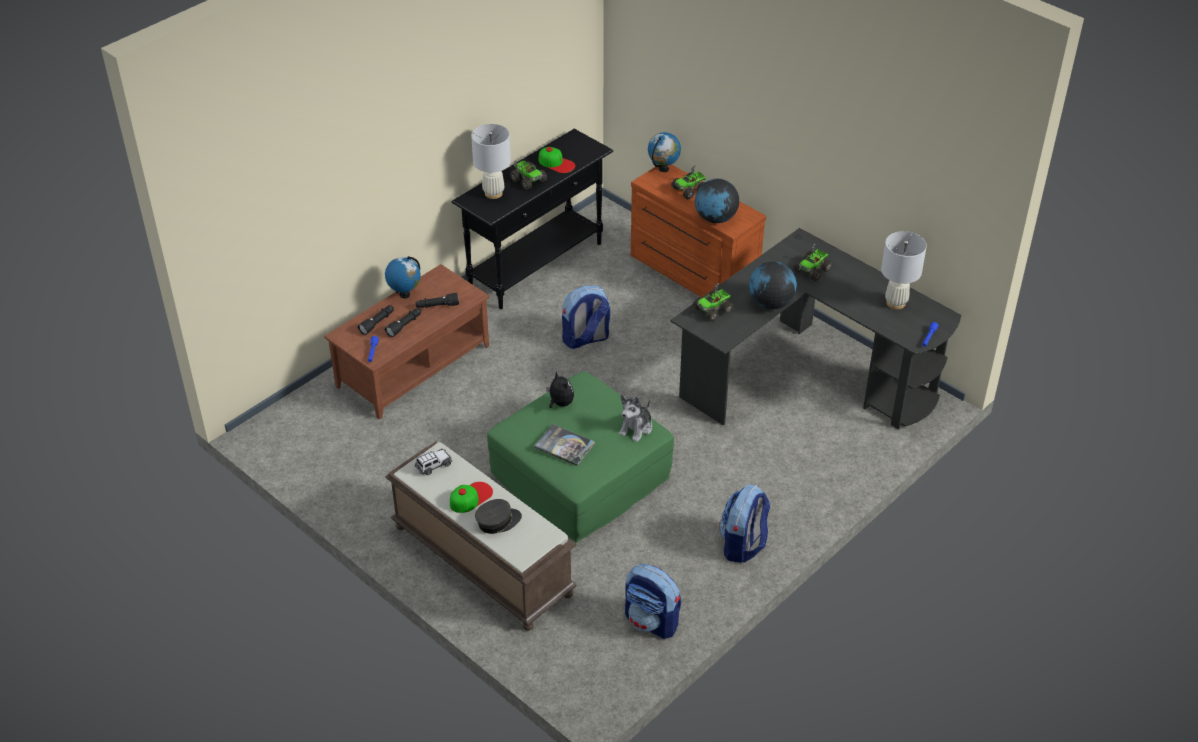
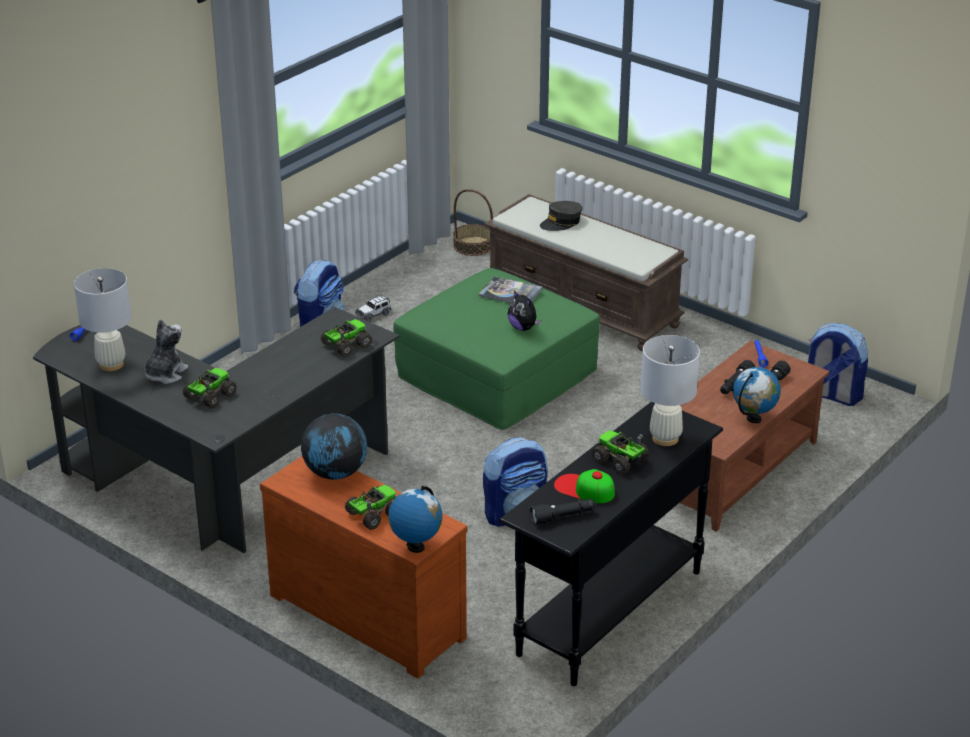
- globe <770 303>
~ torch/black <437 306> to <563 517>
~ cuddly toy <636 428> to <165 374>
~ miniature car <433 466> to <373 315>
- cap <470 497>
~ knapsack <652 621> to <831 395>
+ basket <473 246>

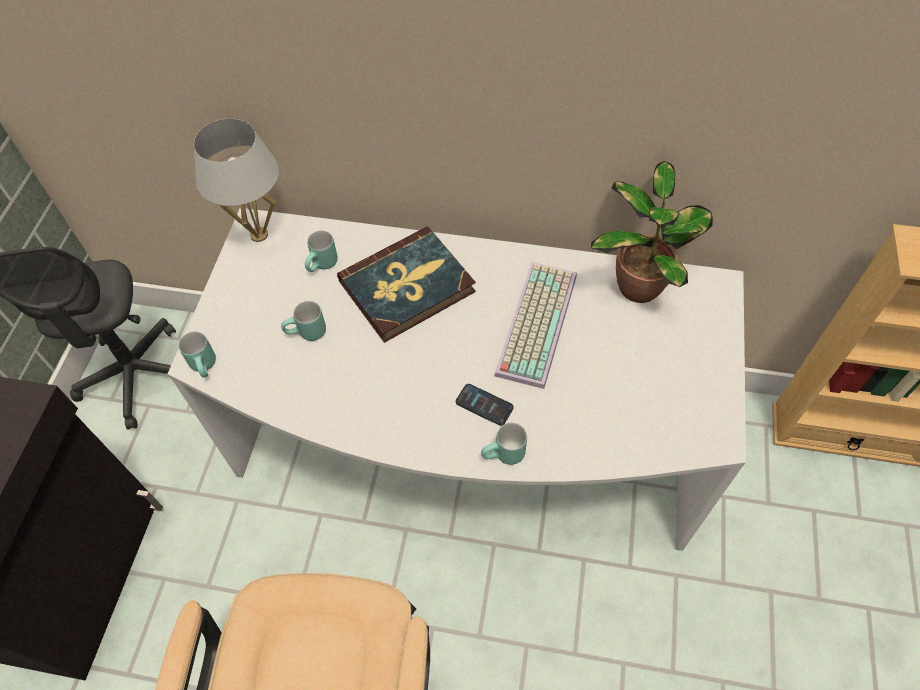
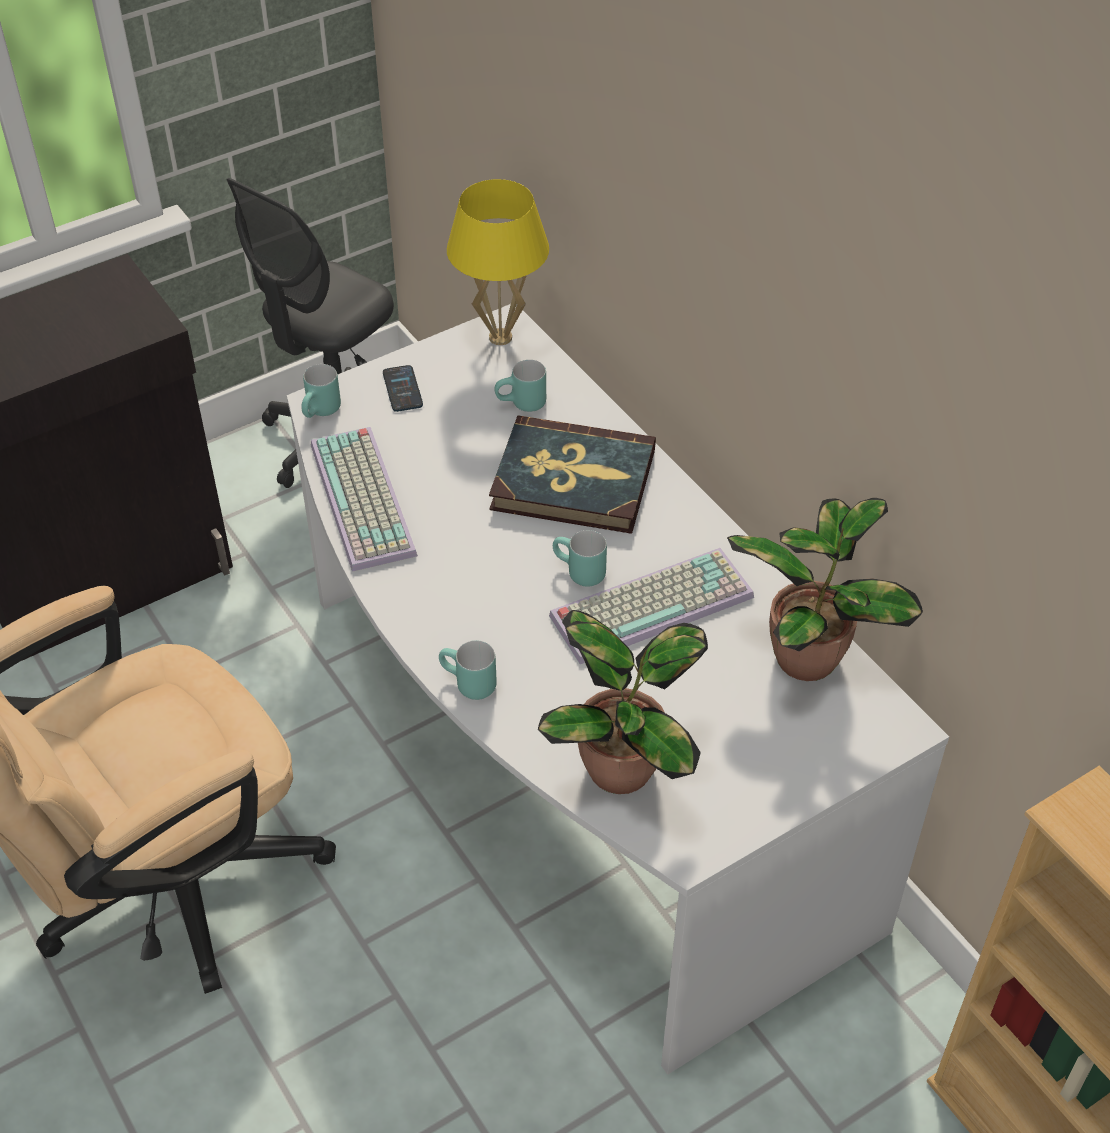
~ tabletop lamp/white <258 235> to tabletop lamp/yellow <500 337>
~ coffee mug/blue-green <307 334> to <578 573>
~ telephone <484 405> to <402 389>
+ computer keyboard <366 500>
+ plant in a pot <625 767>

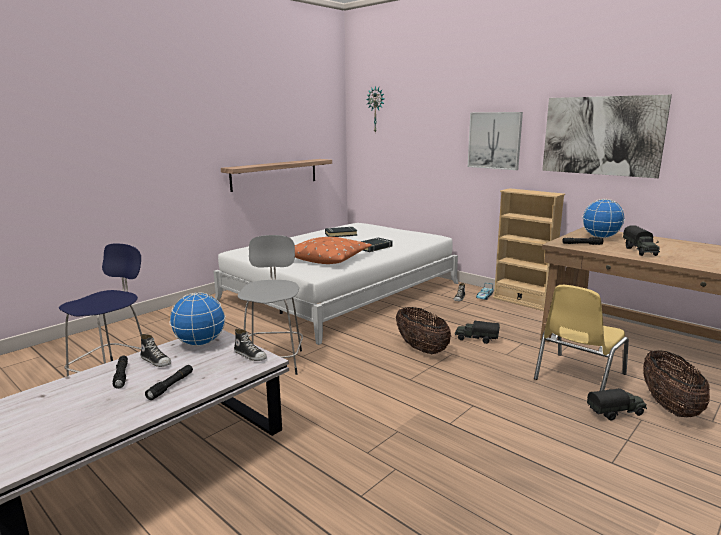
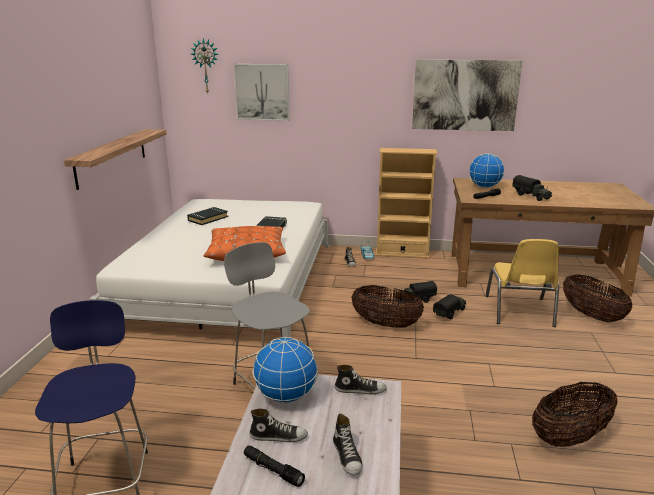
~ picture <494 140> to <262 92>
~ torch/black <171 386> to low shoe <347 456>
~ toy lorry <616 413> to <450 313>
+ basket <569 437>

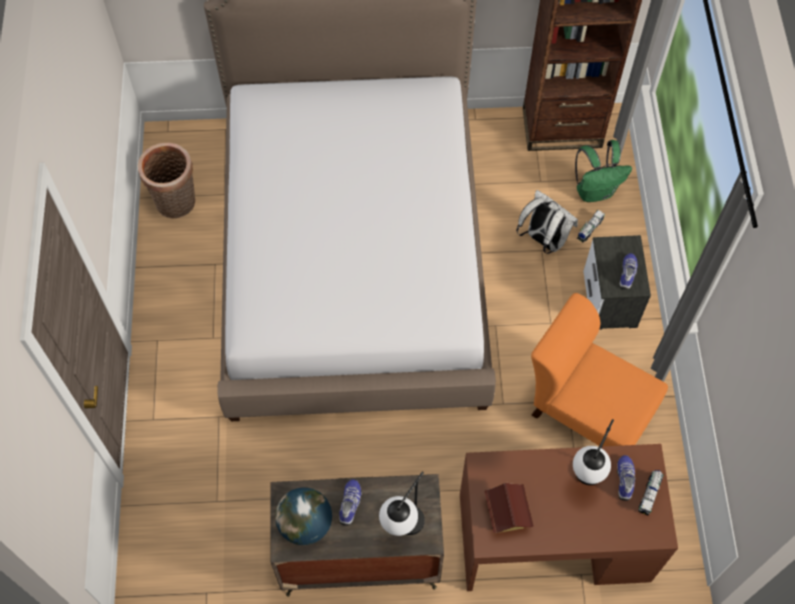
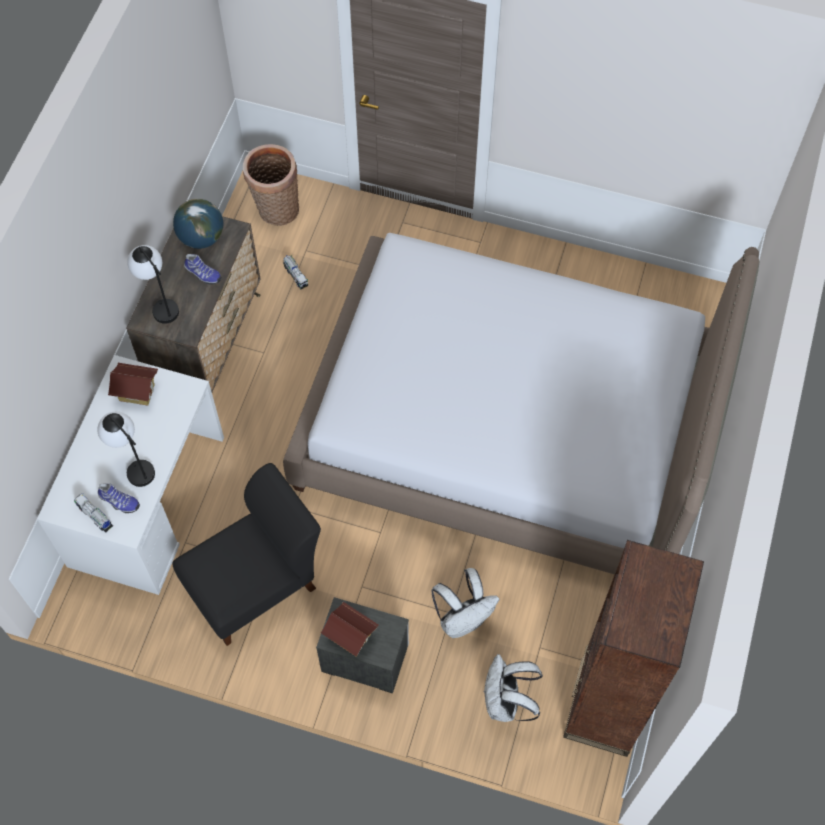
~ knapsack/green <595 191> to knapsack/white <506 703>
~ basket <176 204> to <275 209>
~ toy lorry <589 229> to <295 275>
~ low shoe <628 273> to miniature house <350 636>
~ plain chair/orange-coloured <587 408> to plain chair/black <255 583>
~ desk table/brownish <553 537> to desk table/white <147 500>

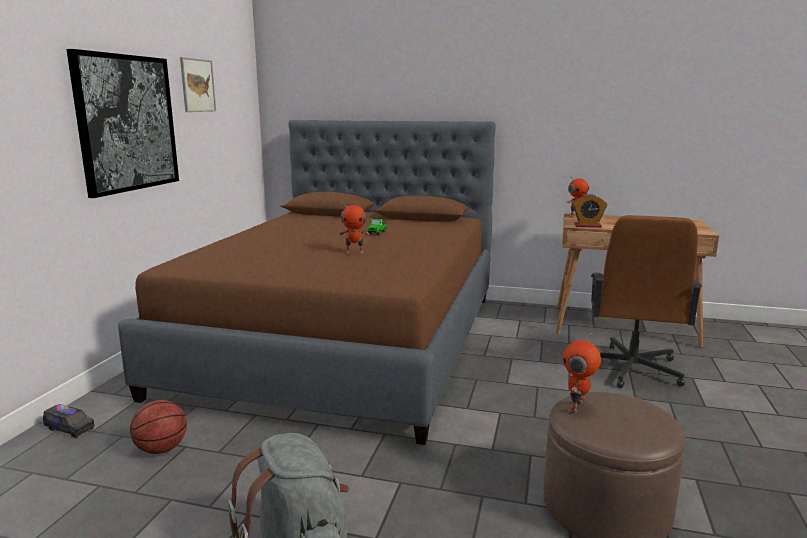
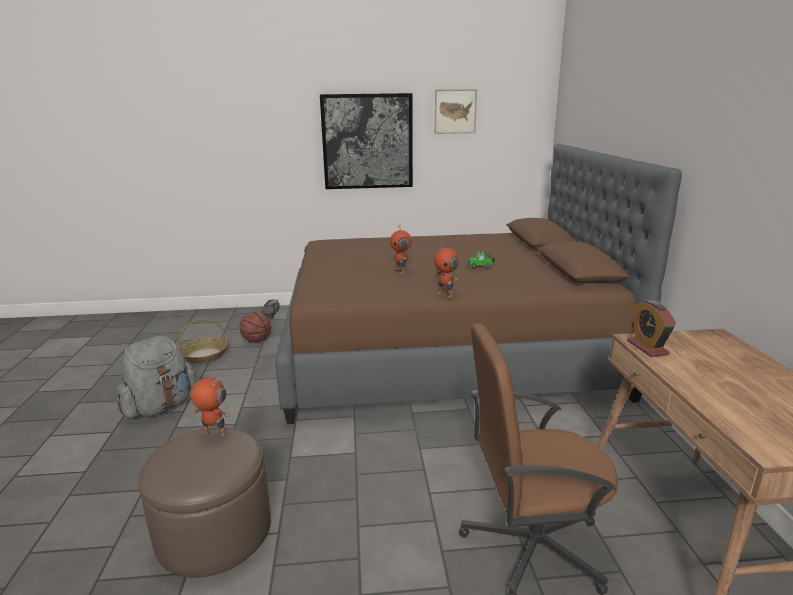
~ toy robot <576 216> to <446 294>
+ basket <204 355>

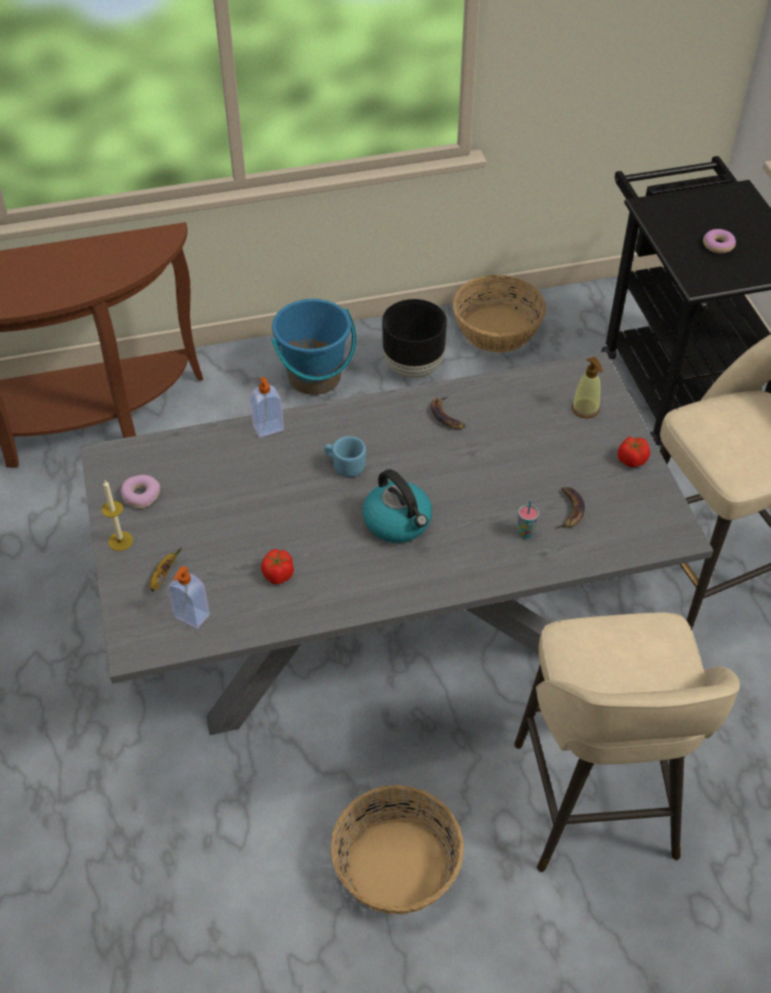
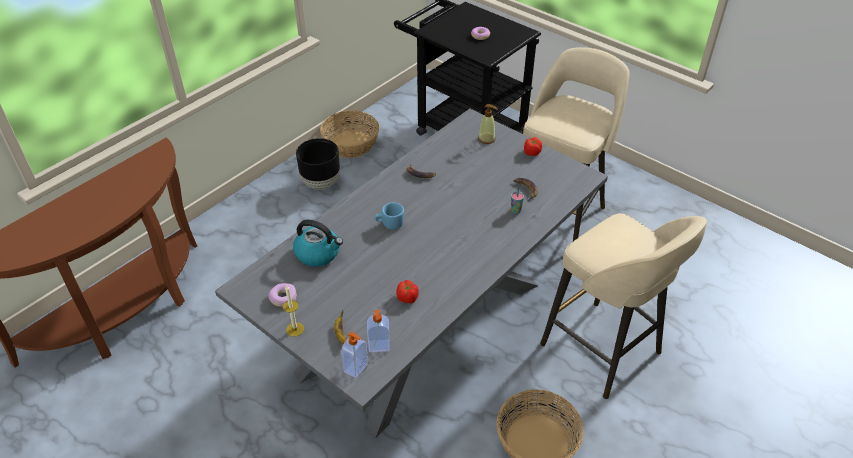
- bucket/blue <315 377>
~ soap bottle <269 429> to <356 368>
~ water kettle <398 522> to <318 253>

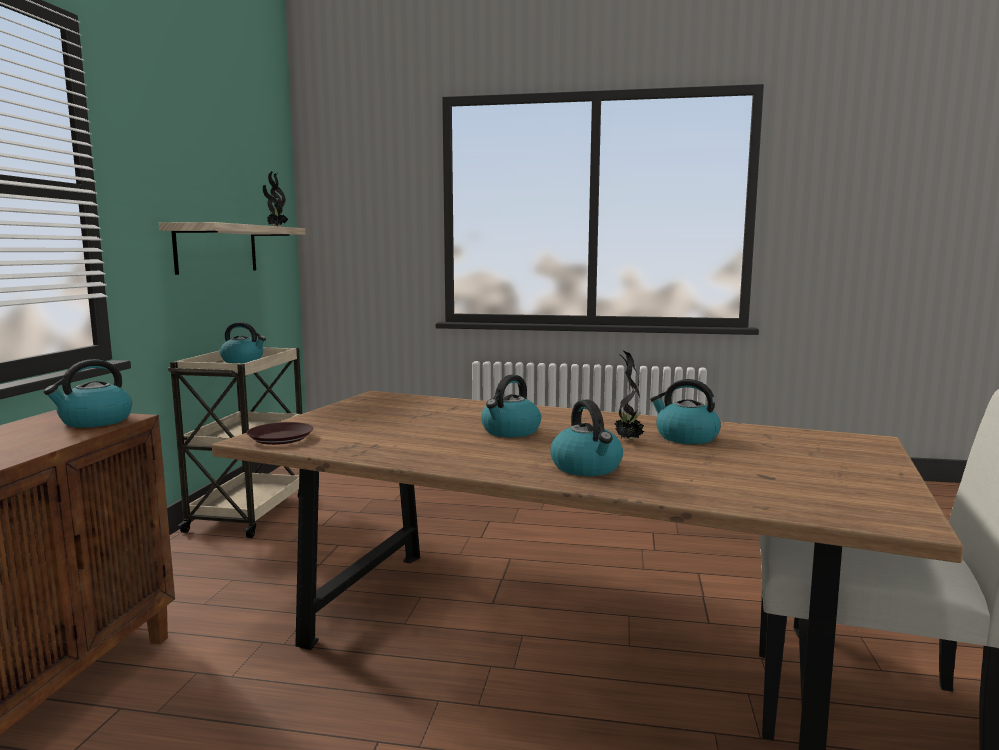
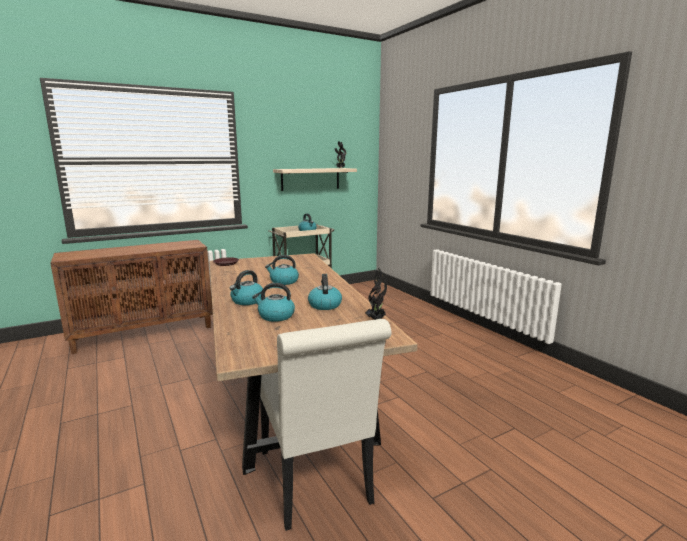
~ plant in a pot <627 440> to <377 320>
~ water kettle <95 421> to <275 316>

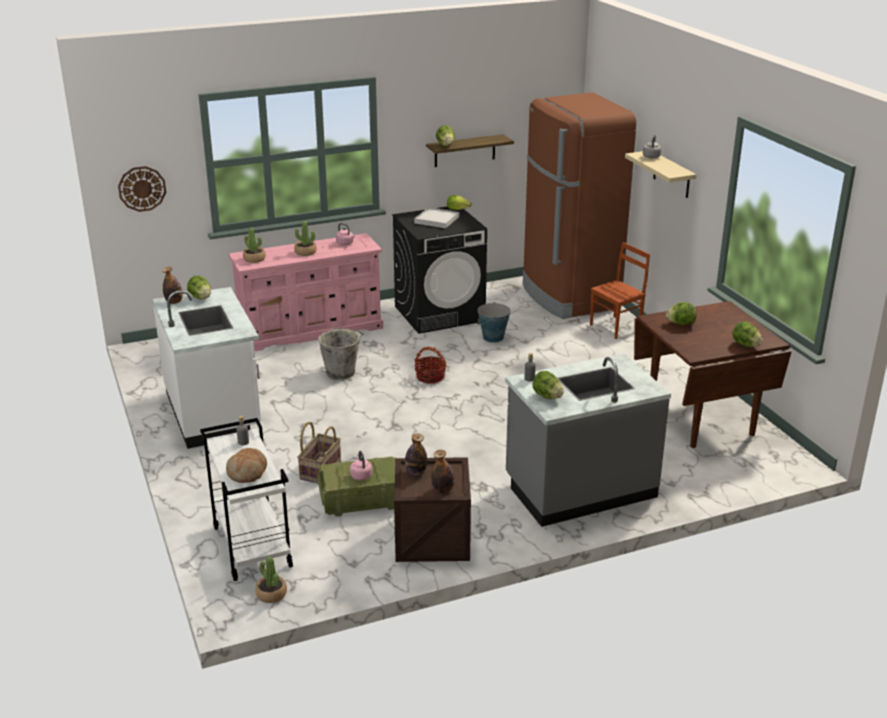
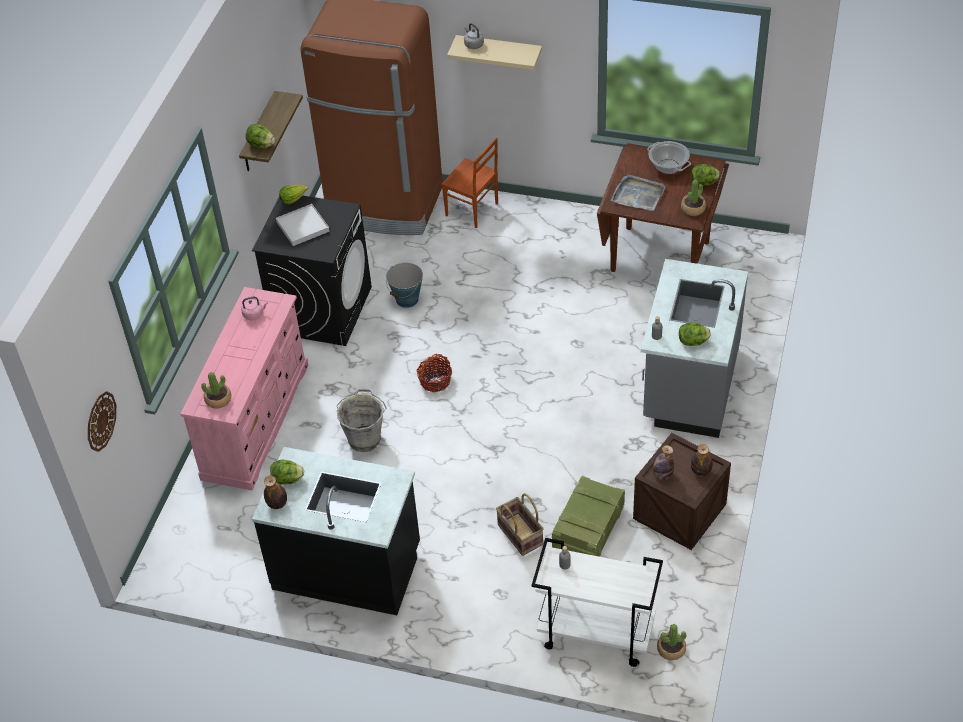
~ plant in a pot <305 252> to <693 209>
~ plain chair/brownish <616 327> = <472 210> 120 degrees clockwise
~ kitchen base unit/white <214 412> to kitchen base unit/black <347 567>
~ head of lettuce <680 324> to tray/greyish <638 195>
- bakery bread <247 472>
- water kettle/pink <361 475>
+ saucepot <668 166>

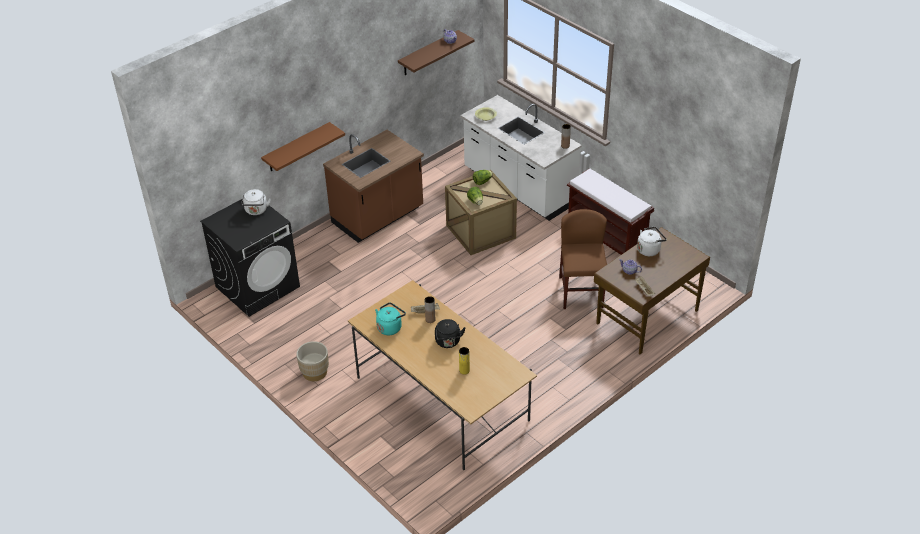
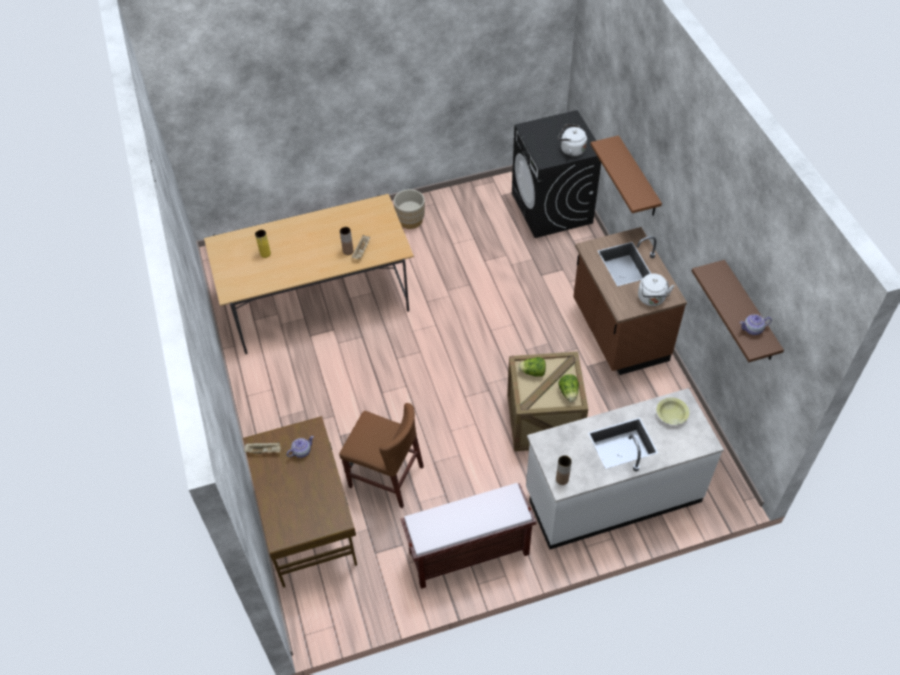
~ water kettle/white <649 249> to <652 299>
- water kettle/blue-green <390 327>
- water kettle/black <448 342>

